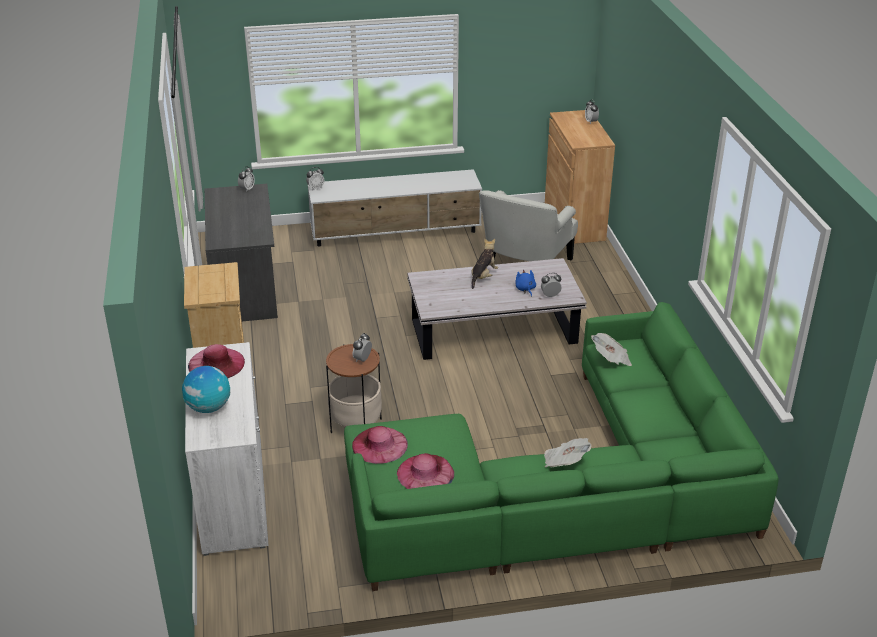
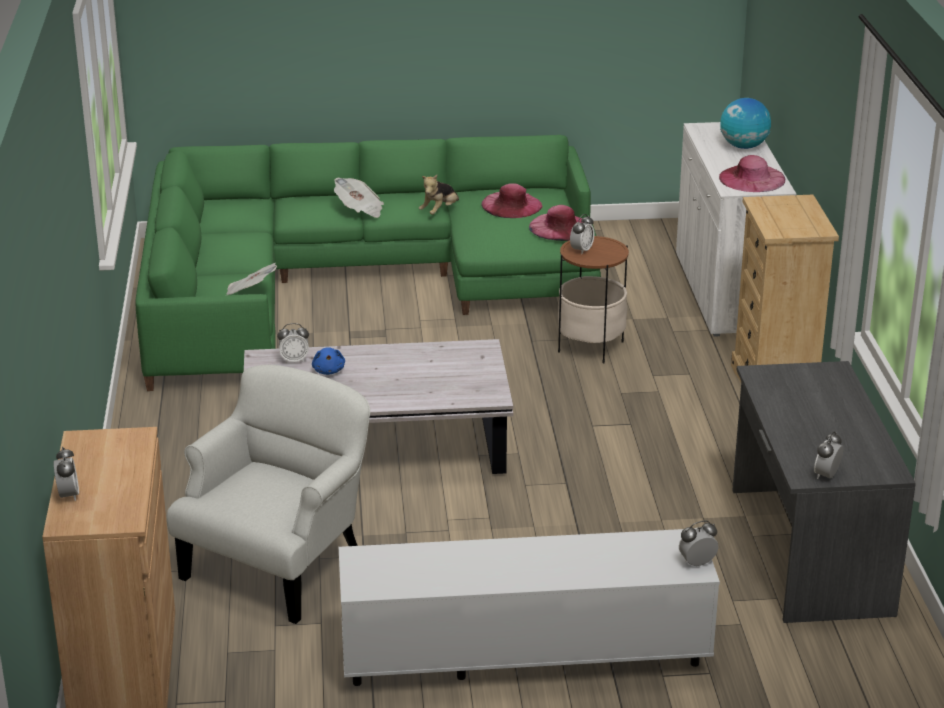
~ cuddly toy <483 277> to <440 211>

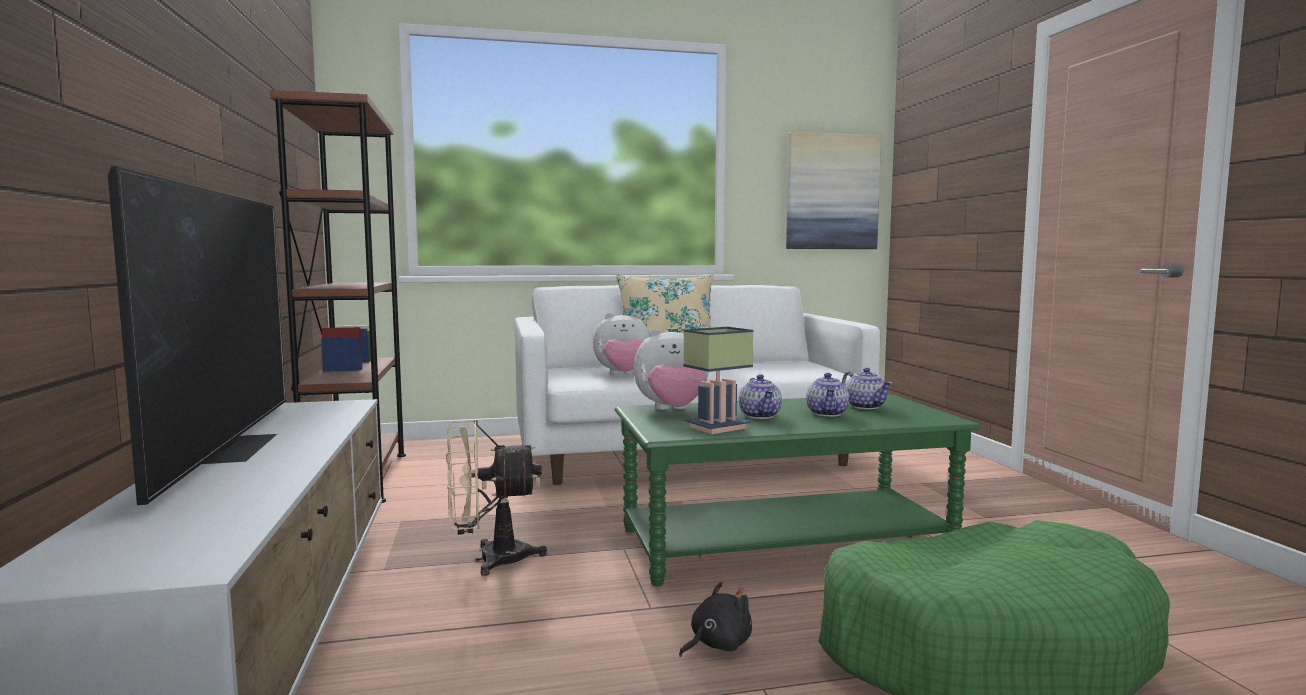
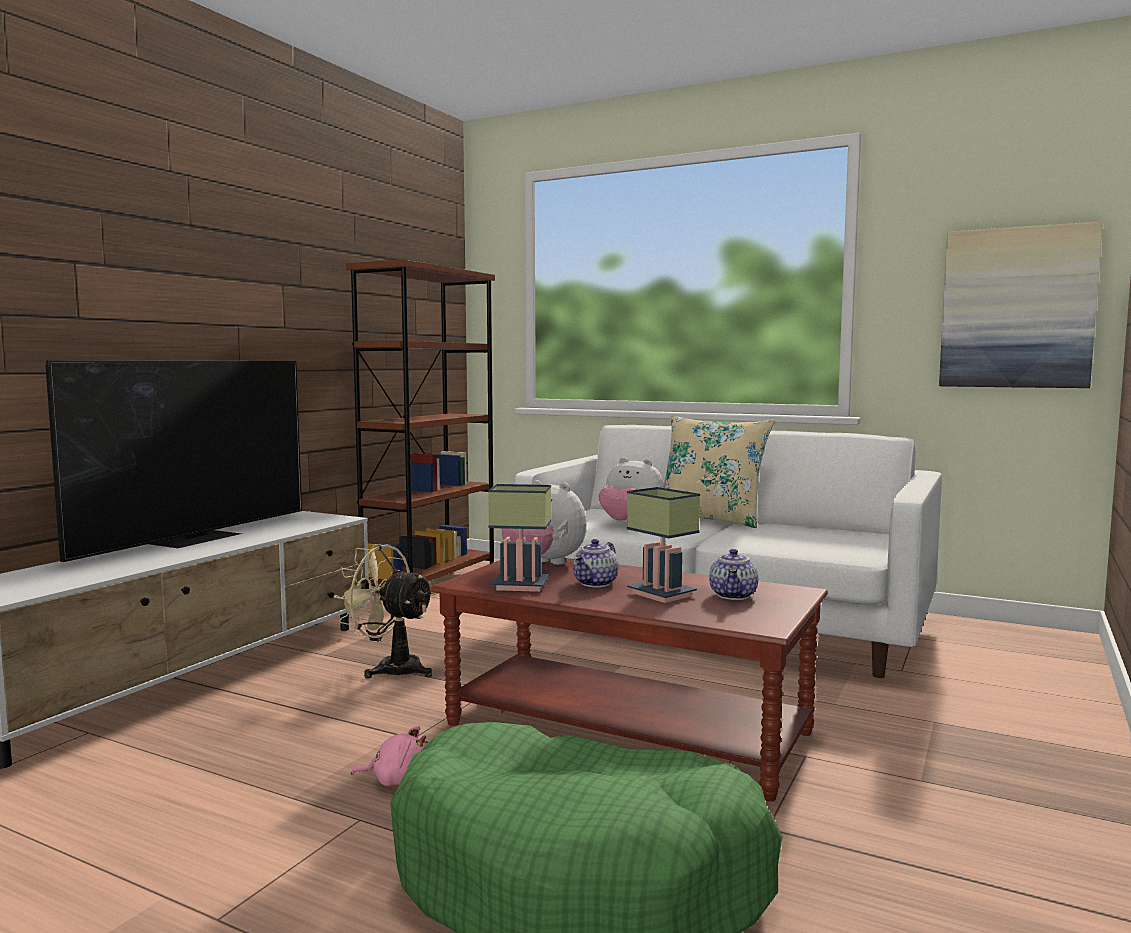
~ teapot <828 414> to tabletop lamp <665 594>
~ low table/green <785 543> to low table/brownish <627 729>
~ cuddly toy/black <717 645> to cuddly toy/pink <397 779>

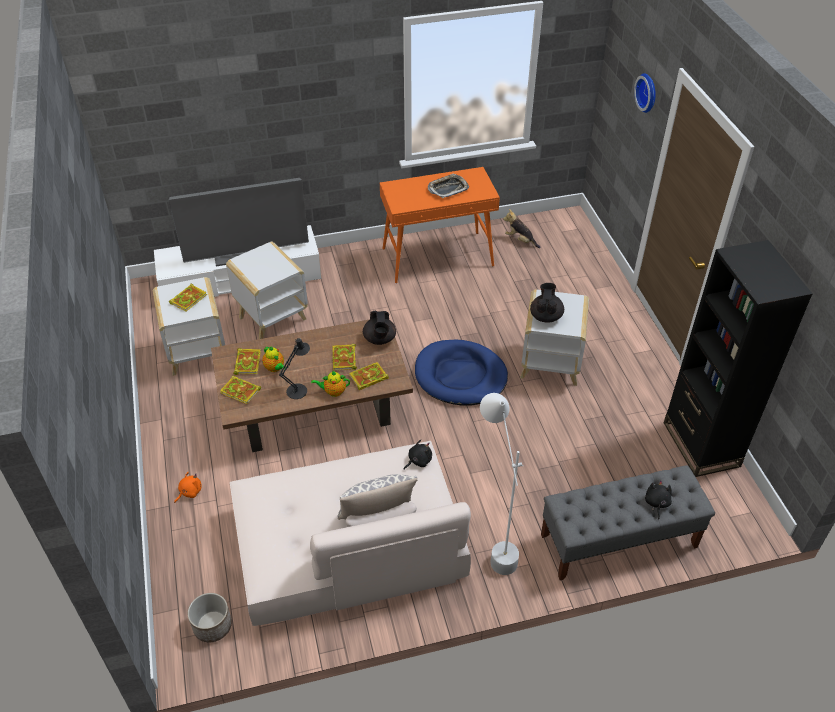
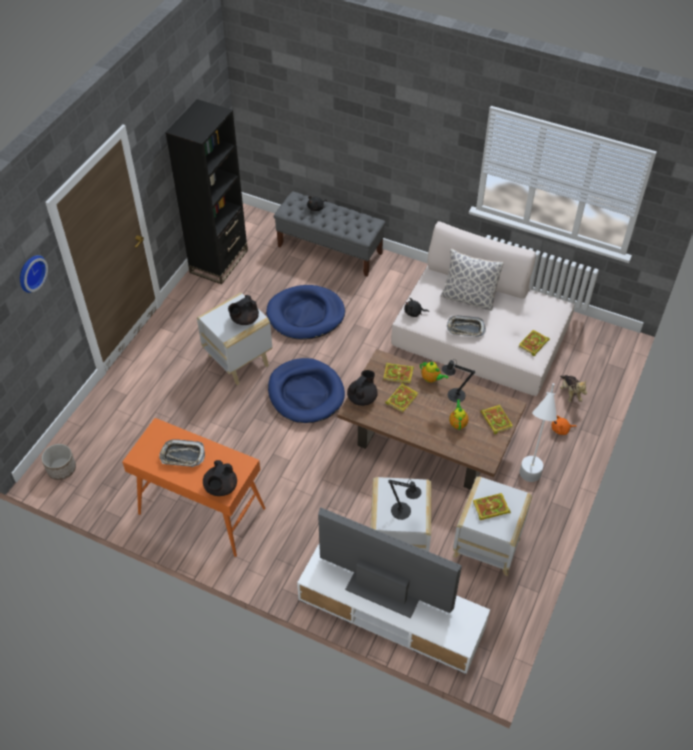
~ cuddly toy <520 240> to <570 393>
~ bound book <247 362> to <533 344>
~ standing lamp/white <494 544> to <526 487>
~ flower pot <212 626> to <62 469>
+ pet bed/blue <305 315>
+ tray <465 328>
+ teapot/black <220 488>
+ tabletop lamp/black <403 512>

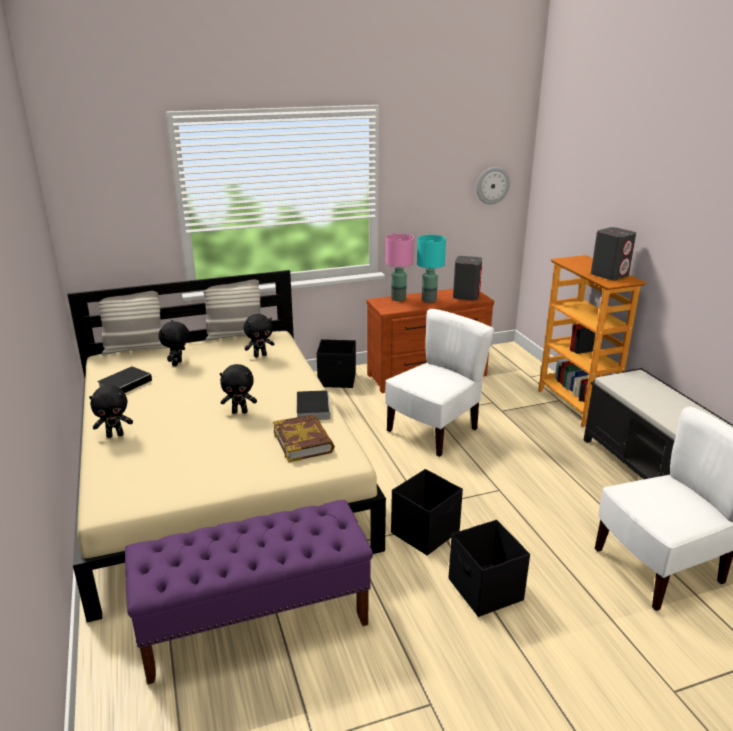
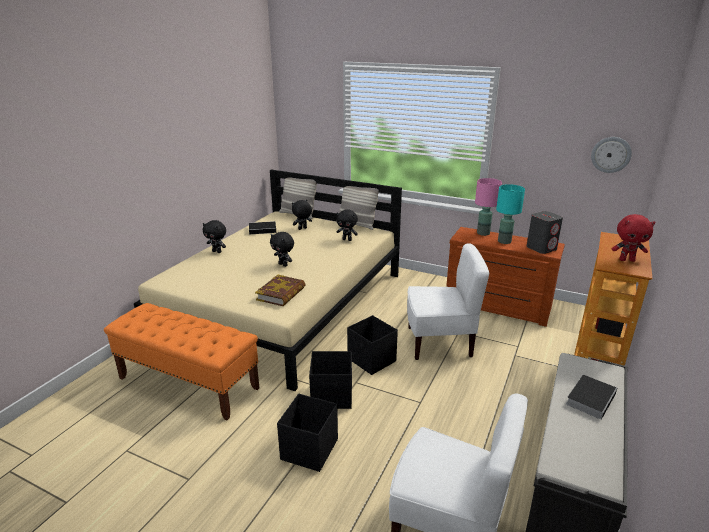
~ speaker/greyish <609 275> to cuddly toy/red <627 260>
~ storage container/black <337 380> to <372 360>
~ bound book <312 408> to <591 398>
~ long seat/purple <256 622> to long seat/orange-coloured <189 383>

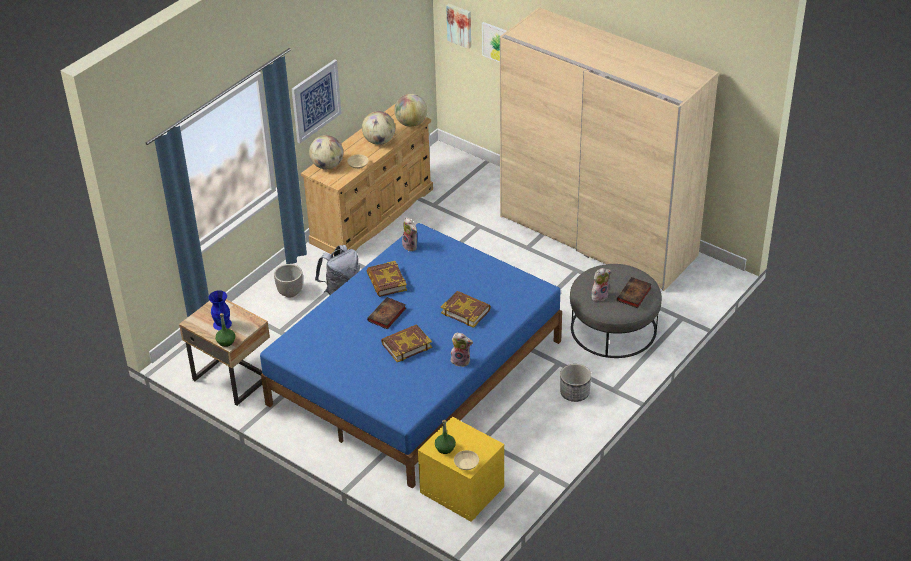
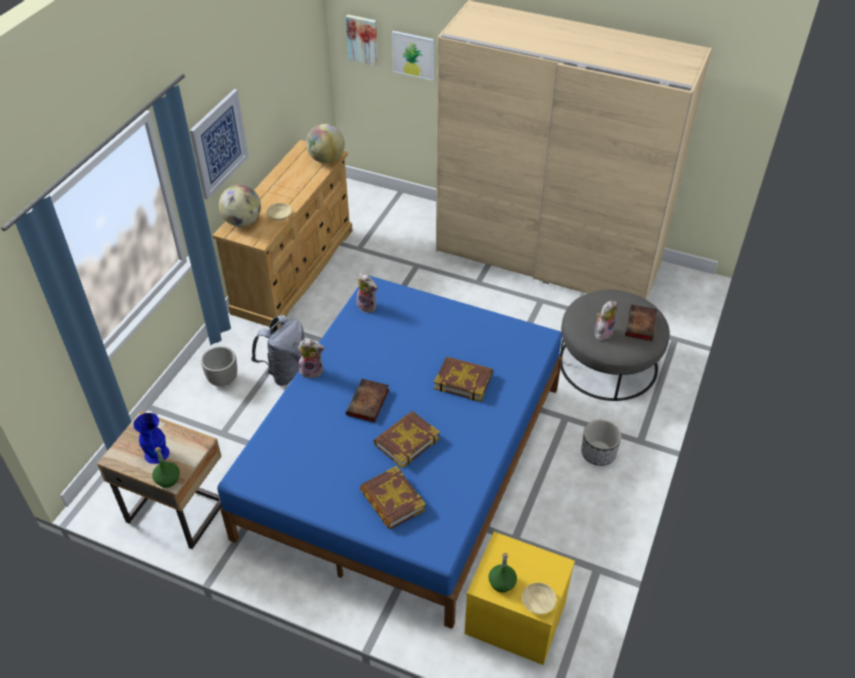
- globe <379 141>
~ bound book <386 282> to <392 501>
~ cuddly toy <461 360> to <312 370>

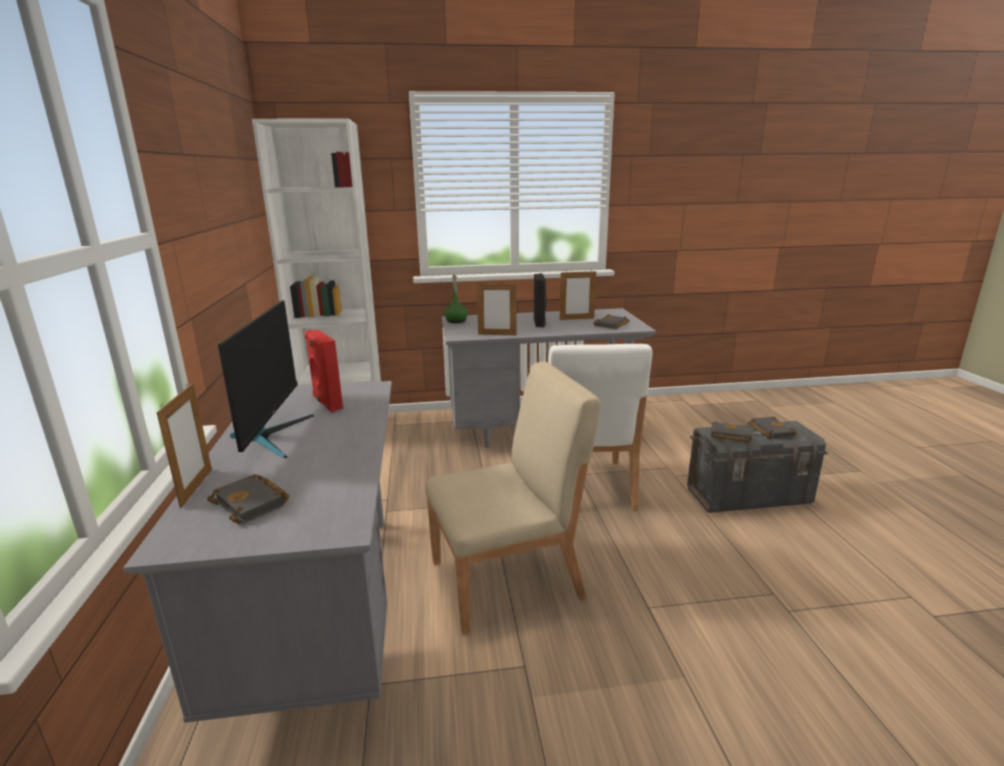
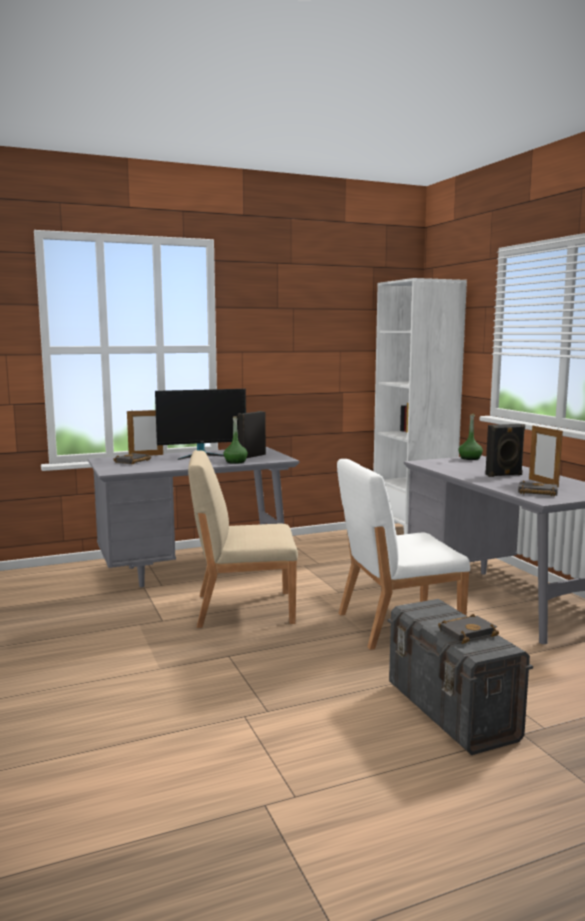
- photo frame <497 334>
~ speaker/red <326 403> to speaker/black <251 456>
~ plain chair/sand-coloured <508 579> = <243 608> 120 degrees clockwise
- bound book/black <729 436>
+ drink bottle/green <235 462>

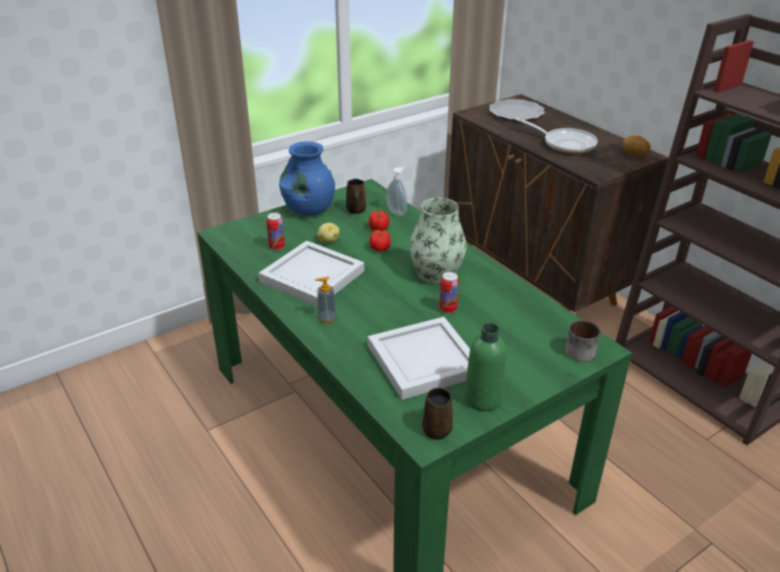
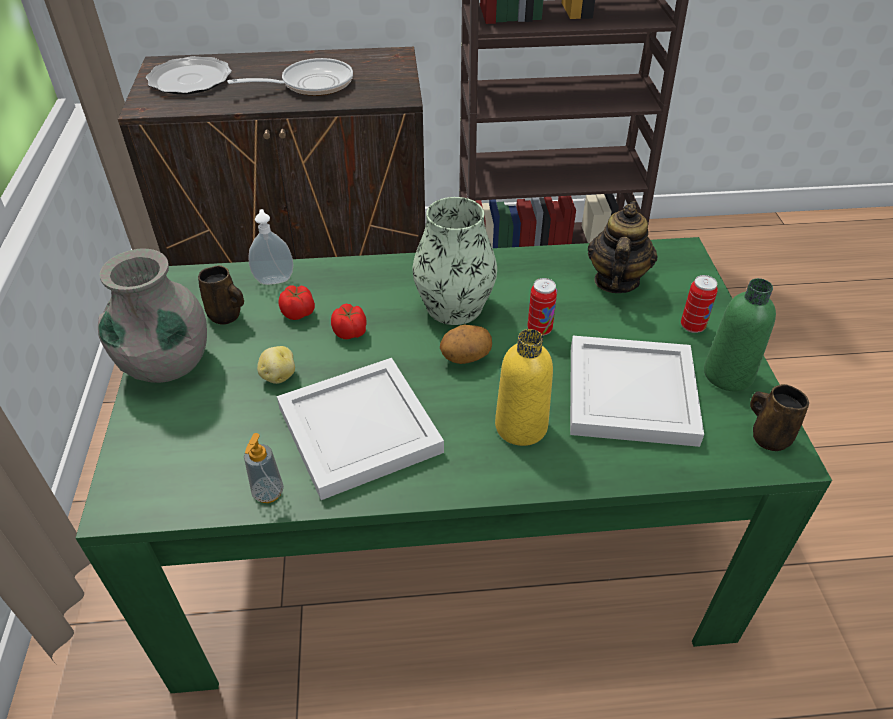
~ whole potato <634 155> to <465 357>
~ decorative vase/blue <309 209> to decorative vase/greyish <167 363>
~ metal can <277 247> to <692 326>
~ soap bottle <326 319> to <268 492>
- coffee mug <582 350>
+ teapot <615 281>
+ drink bottle/yellow <521 426>

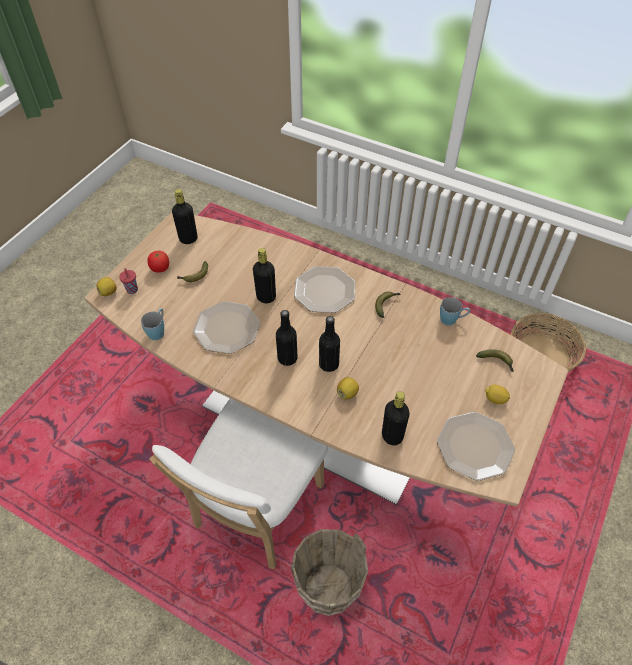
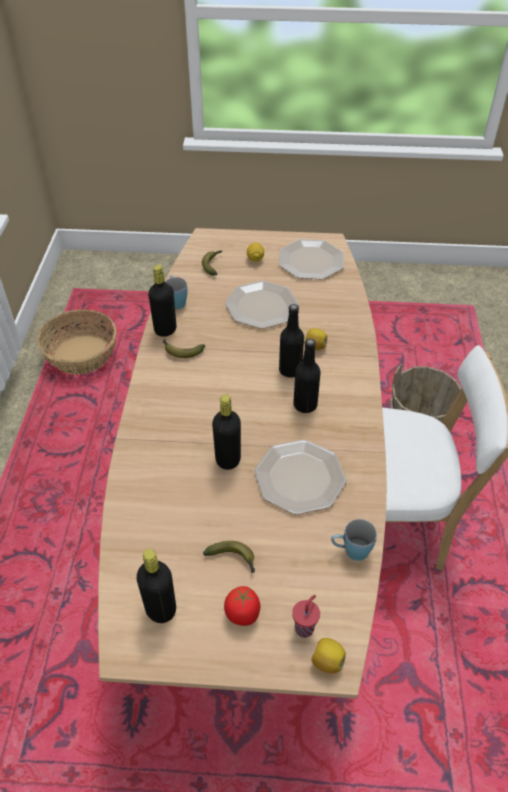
~ flat dish <324 291> to <262 306>
~ drink bottle/black <392 436> to <165 330>

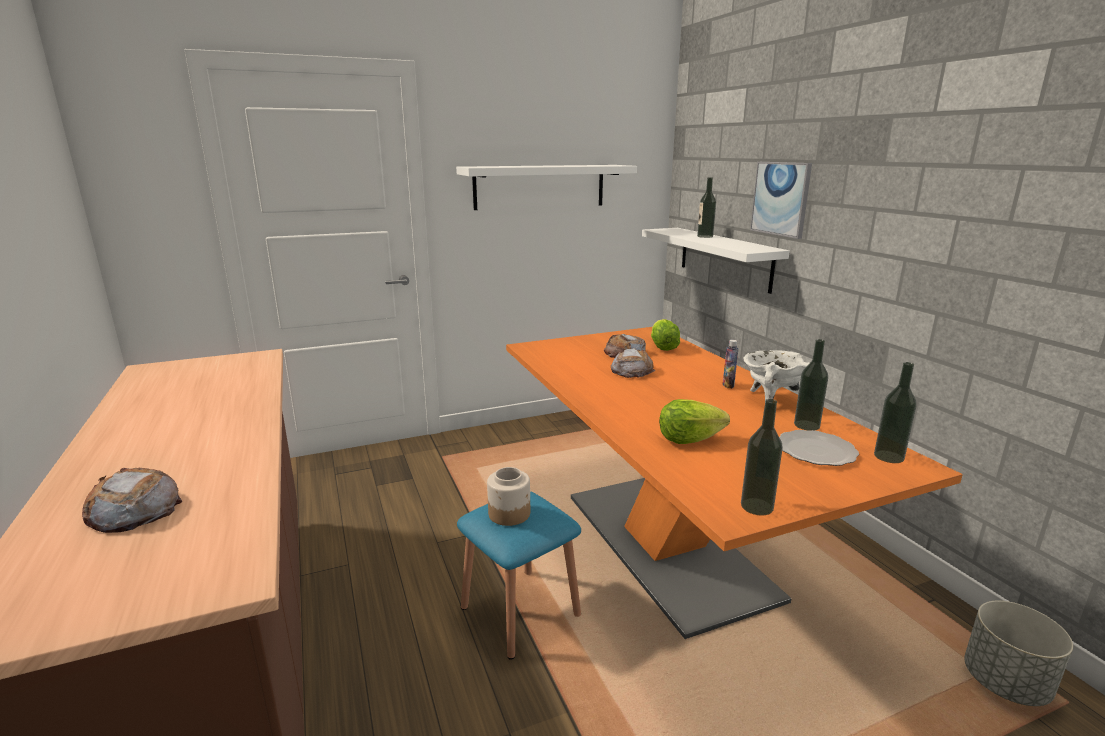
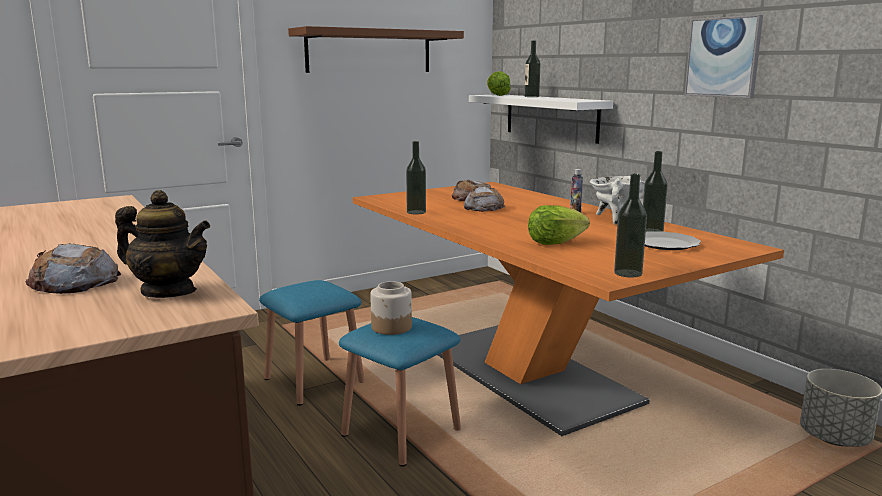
~ picture <781 198> to <723 57>
~ shelf/white <540 186> to shelf/brownish <369 51>
~ head of lettuce <663 347> to <497 95>
~ drink bottle <888 456> to <416 212>
+ teapot <169 292>
+ stool/blue <314 381>

